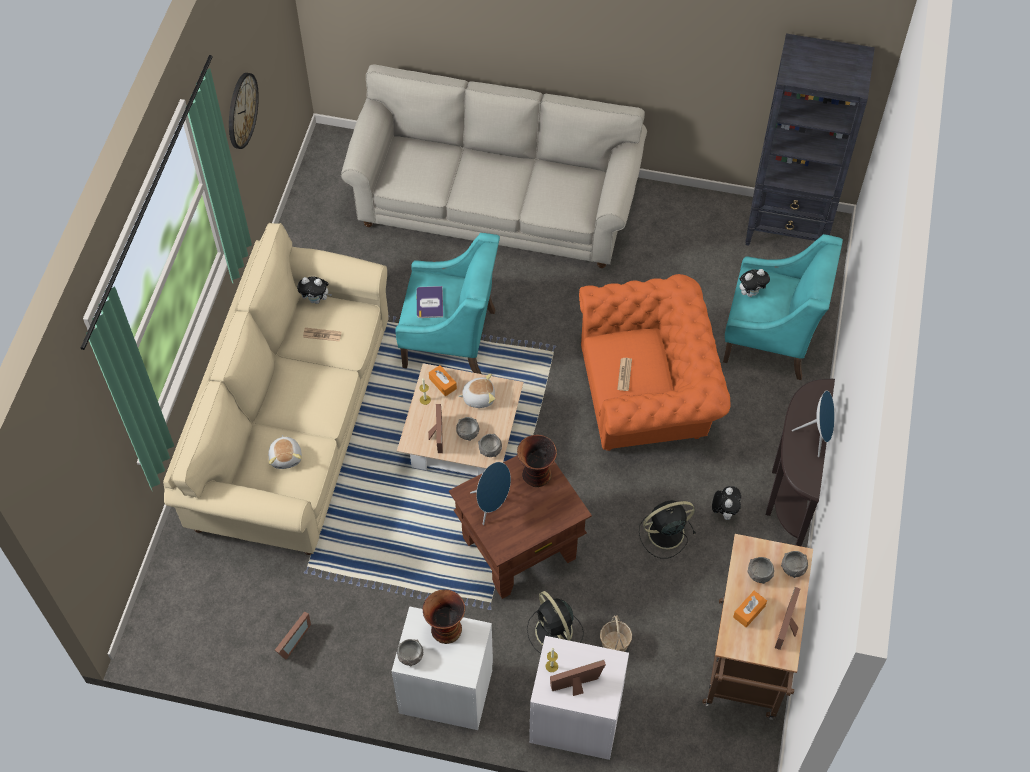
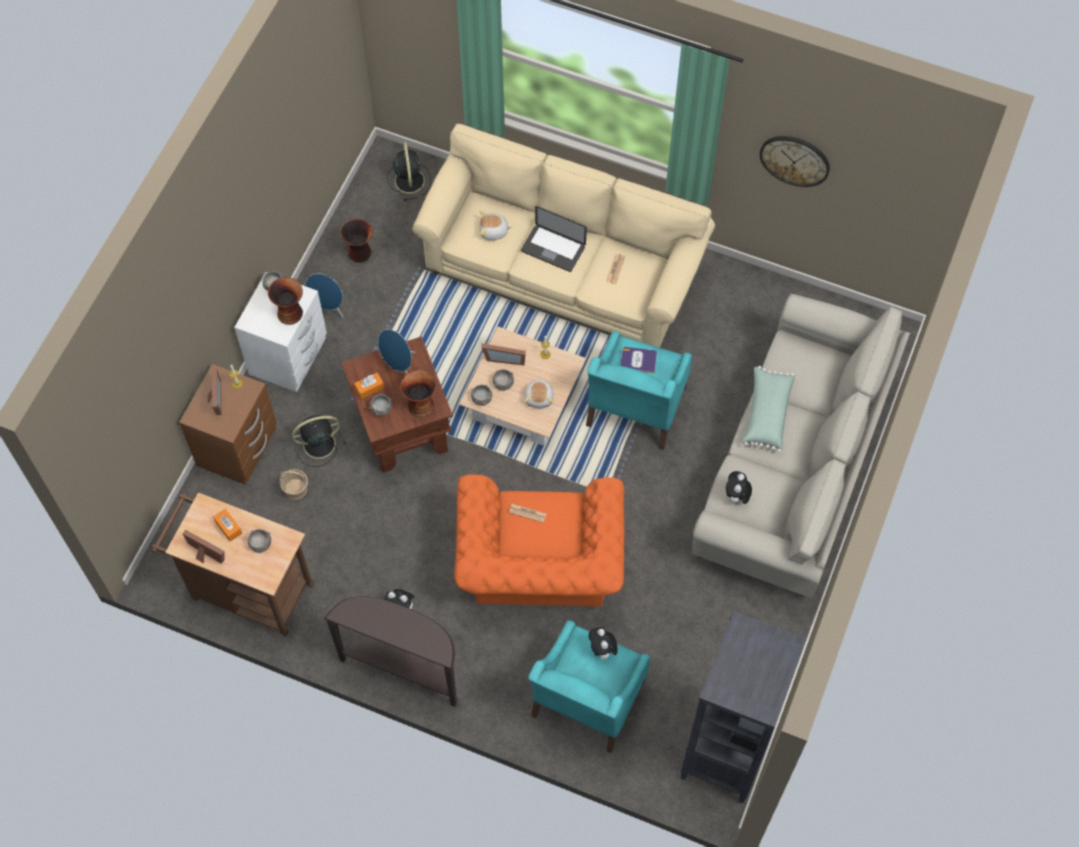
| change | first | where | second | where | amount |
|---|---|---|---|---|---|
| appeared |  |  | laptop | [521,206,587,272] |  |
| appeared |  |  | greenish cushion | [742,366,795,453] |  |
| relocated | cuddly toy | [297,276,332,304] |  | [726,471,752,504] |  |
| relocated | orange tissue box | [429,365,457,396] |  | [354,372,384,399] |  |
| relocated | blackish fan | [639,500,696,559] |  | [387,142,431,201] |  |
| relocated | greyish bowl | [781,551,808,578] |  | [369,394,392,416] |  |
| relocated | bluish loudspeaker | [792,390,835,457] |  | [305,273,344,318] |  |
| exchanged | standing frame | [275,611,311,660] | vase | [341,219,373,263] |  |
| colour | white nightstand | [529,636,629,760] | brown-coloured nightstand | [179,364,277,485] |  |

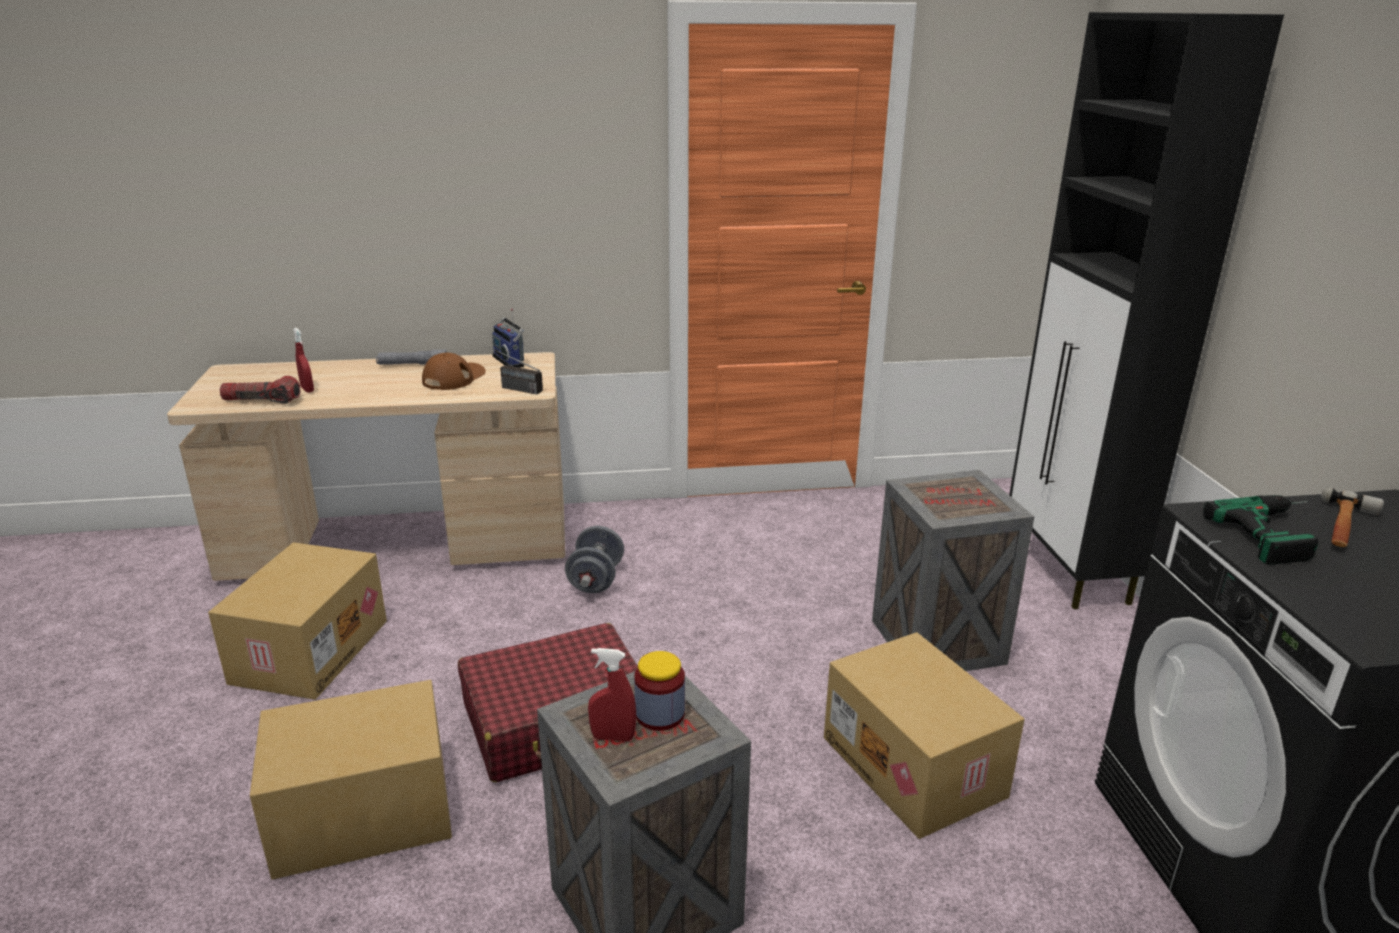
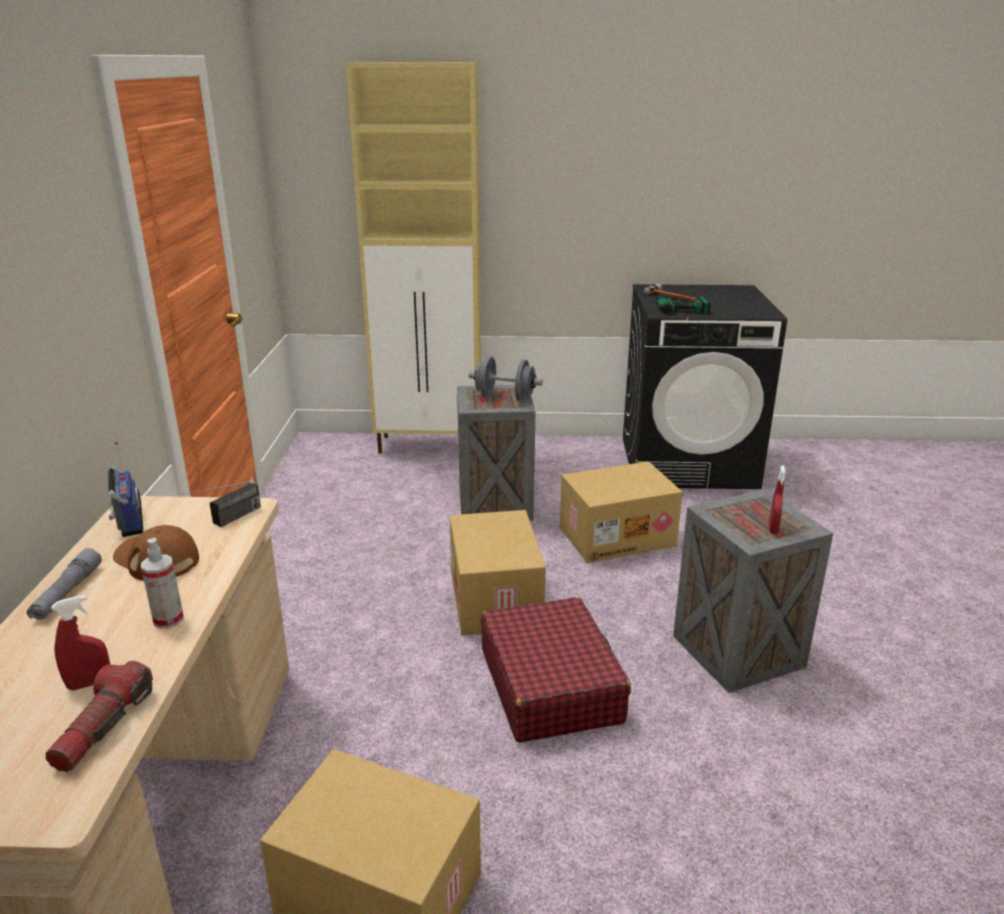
| change | first | where | second | where | amount |
|---|---|---|---|---|---|
| missing | jar | [634,651,685,731] |  |  |  |
| appeared |  |  | sprayer | [141,538,184,629] |  |
| relocated | carton | [250,680,452,880] |  | [450,510,546,636] |  |
| relocated | greyish hand weight | [565,526,624,593] |  | [469,356,543,401] |  |
| colour | blackish cabinet | [1009,12,1284,609] | beige-coloured cabinet | [346,62,481,454] |  |
| spun | radio set | [492,308,524,368] |  | [108,442,143,537] | 90 degrees counterclockwise |

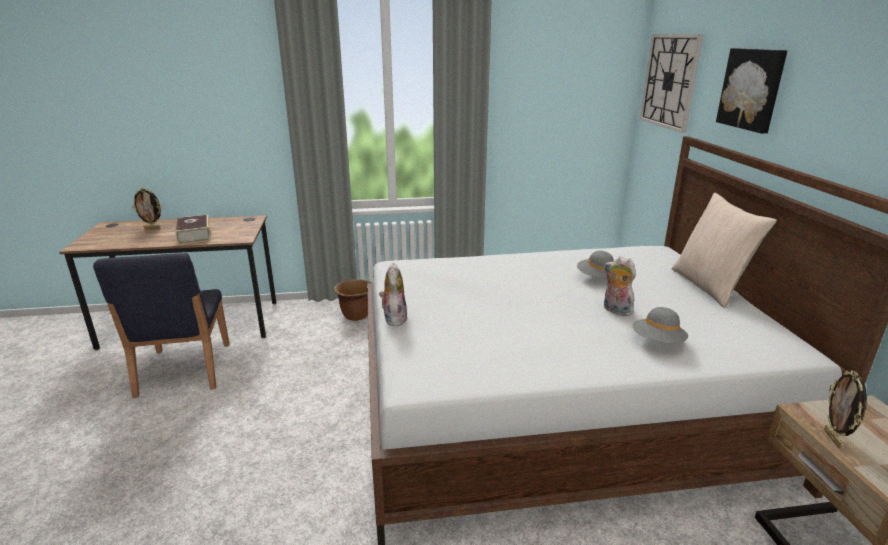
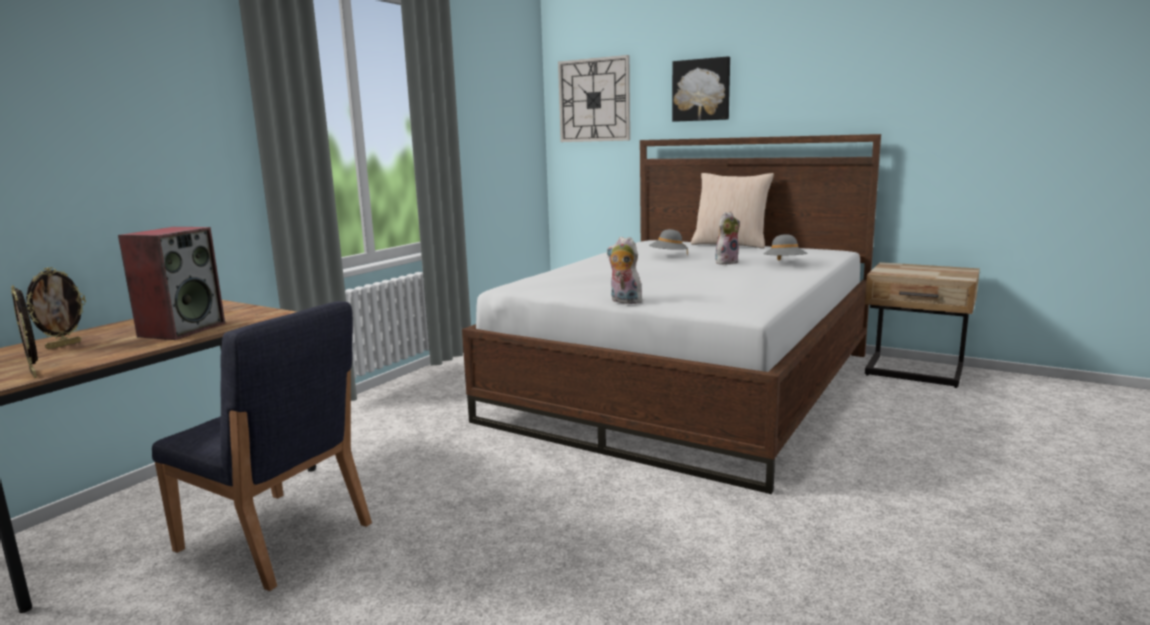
| change | first | where | second | where | amount |
|---|---|---|---|---|---|
| missing | brown-coloured flower pot | [334,279,371,321] |  |  |  |
| relocated | standing frame | [824,370,867,449] |  | [11,285,38,378] |  |
| exchanged | bound book | [175,214,211,245] | loudspeaker | [118,227,225,340] |  |
| spun | cuddly toy | [604,256,636,316] |  | [715,212,740,264] | 150 degrees clockwise |

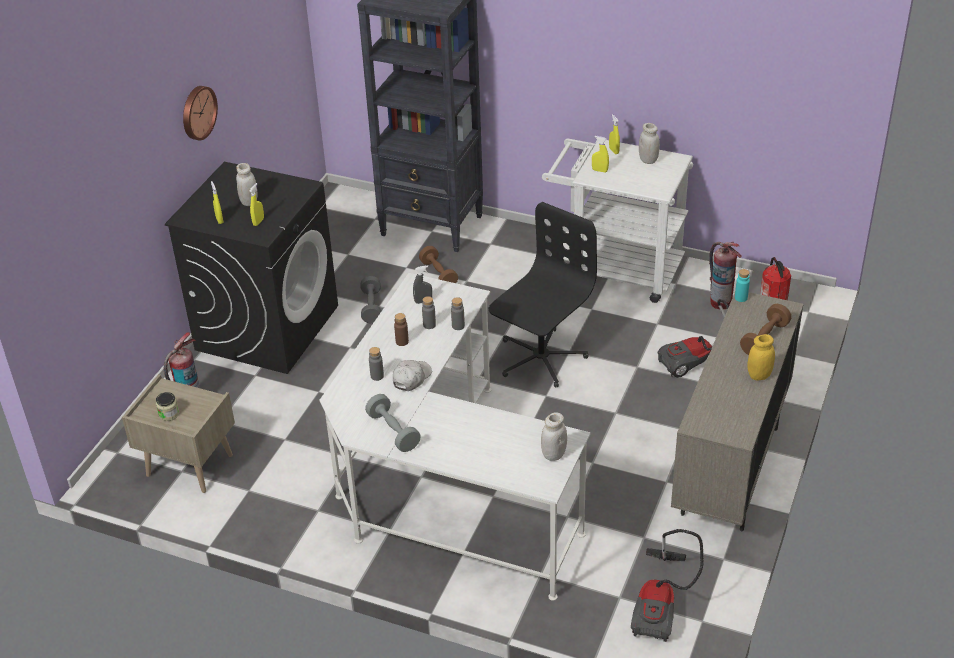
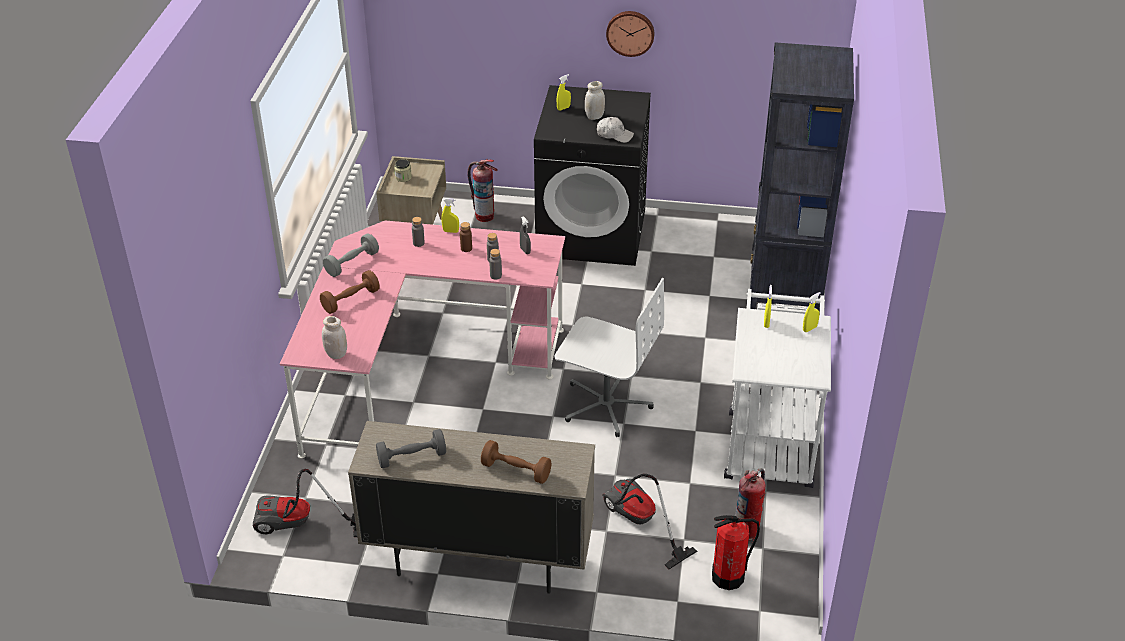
| change | first | where | second | where | amount |
|---|---|---|---|---|---|
| missing | white jar | [639,123,660,164] |  |  |  |
| missing | blue-green bottle | [735,269,750,302] |  |  |  |
| missing | yellowish jar | [747,334,775,380] |  |  |  |
| relocated | yellowish sprayer | [249,183,264,226] |  | [442,198,459,233] |  |
| relocated | greyish hand weight | [361,276,381,324] |  | [376,429,446,468] |  |
| relocated | white peaked cap | [393,360,432,391] |  | [597,117,634,143] |  |
| relocated | brown-coloured hand weight | [419,246,458,283] |  | [320,270,380,314] |  |
| colour | white desk table | [320,273,590,601] | pink desk table | [280,221,565,459] |  |
| colour | blackish desk chair | [489,202,597,388] | white desk chair | [554,278,664,437] |  |

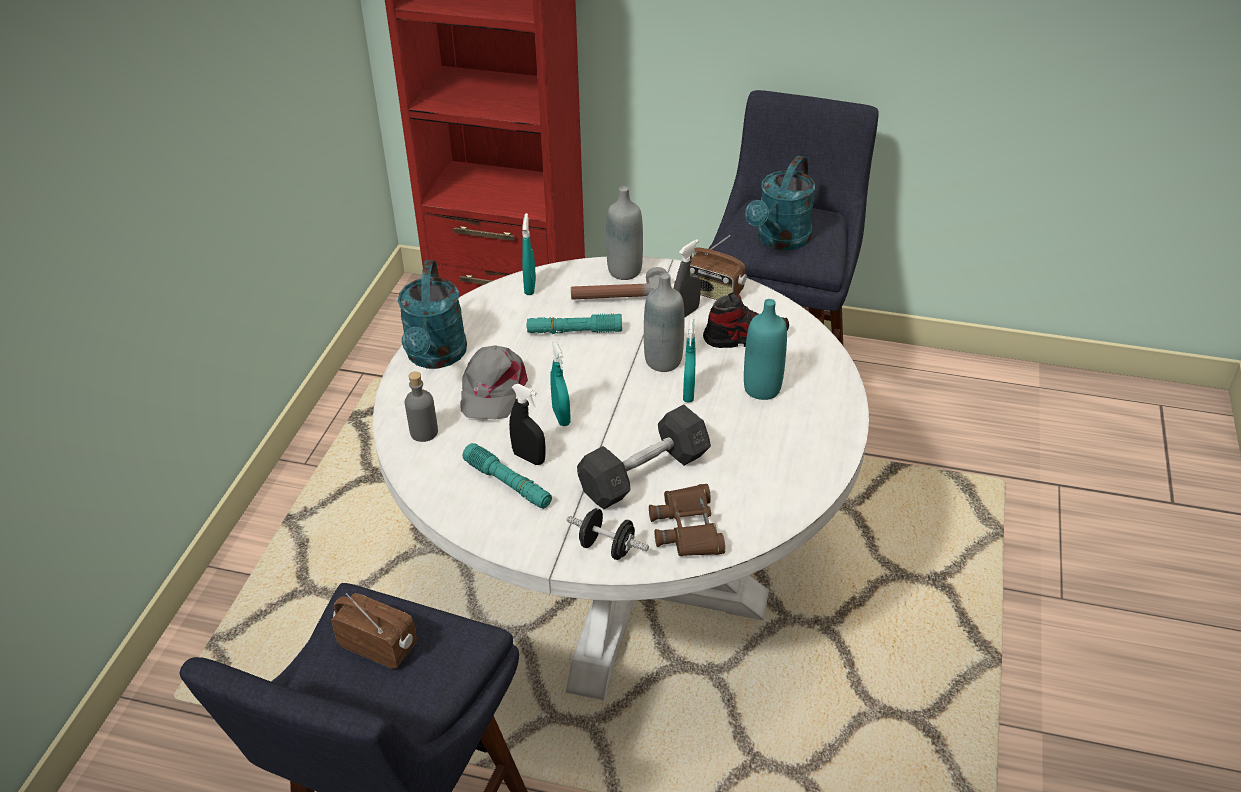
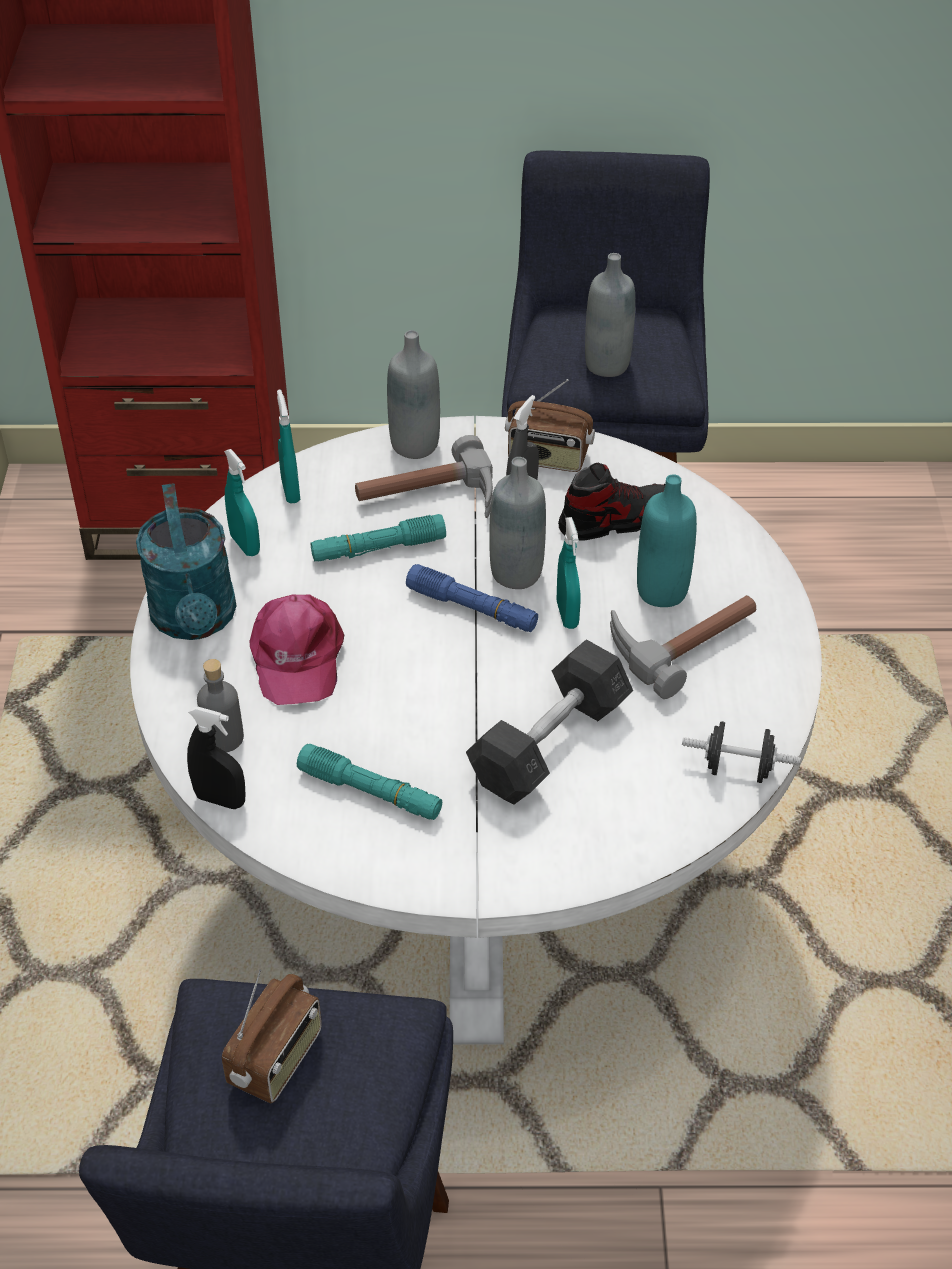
| change | first | where | second | where | amount |
|---|---|---|---|---|---|
| missing | brown-coloured field glasses | [649,484,725,556] |  |  |  |
| appeared |  |  | bluish torch | [406,564,538,632] |  |
| appeared |  |  | tool hammer | [610,595,756,699] |  |
| relocated | blackish sprayer | [509,384,546,465] |  | [187,706,245,809] |  |
| relocated | blue-green sprayer | [550,342,571,426] |  | [224,449,260,556] |  |
| relocated | blackish hand weight | [566,508,649,560] |  | [682,721,801,783] |  |
| exchanged | blue-green sprinkling can | [745,156,815,250] | greyish bottle | [585,253,635,377] |  |
| colour | greyish peaked cap | [461,345,528,420] | pink peaked cap | [249,594,344,705] |  |
| spun | radio set | [332,593,417,669] |  | [222,970,322,1103] | 105 degrees clockwise |

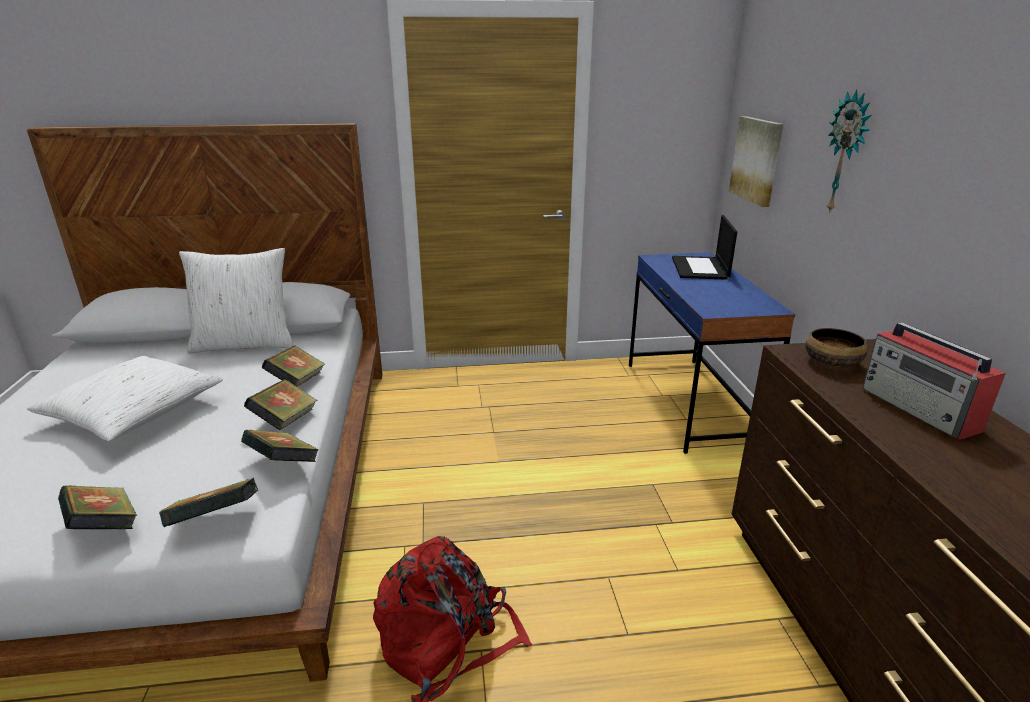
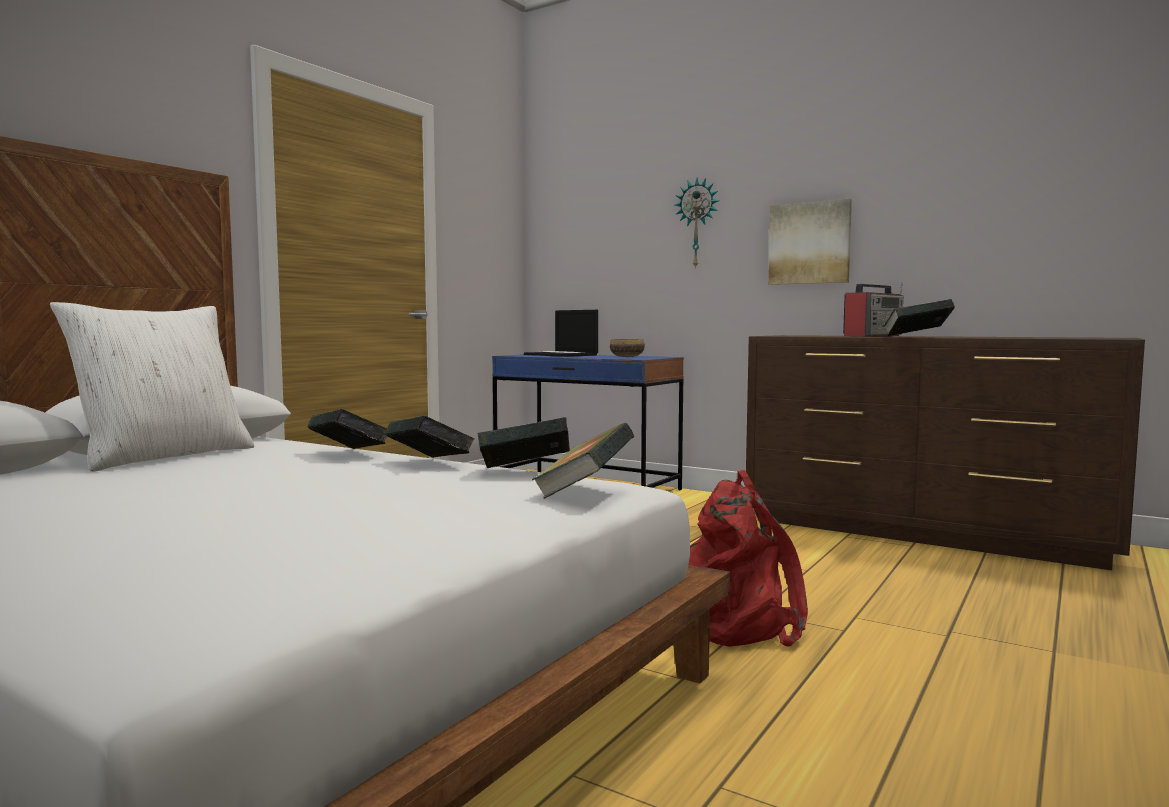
| change | first | where | second | where | amount |
|---|---|---|---|---|---|
| missing | white cushion | [27,356,223,441] |  |  |  |
| relocated | bound book | [58,485,137,529] |  | [883,299,955,337] |  |
| relocated | wall art | [729,116,784,207] |  | [768,199,852,285] |  |
| relocated | bowl | [806,328,868,368] |  | [610,339,645,357] |  |
| spun | radio set | [862,322,1006,440] |  | [843,282,903,337] | 60 degrees counterclockwise |

